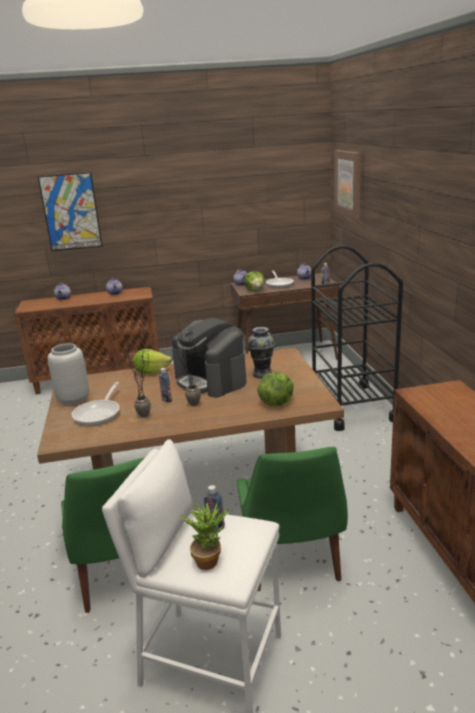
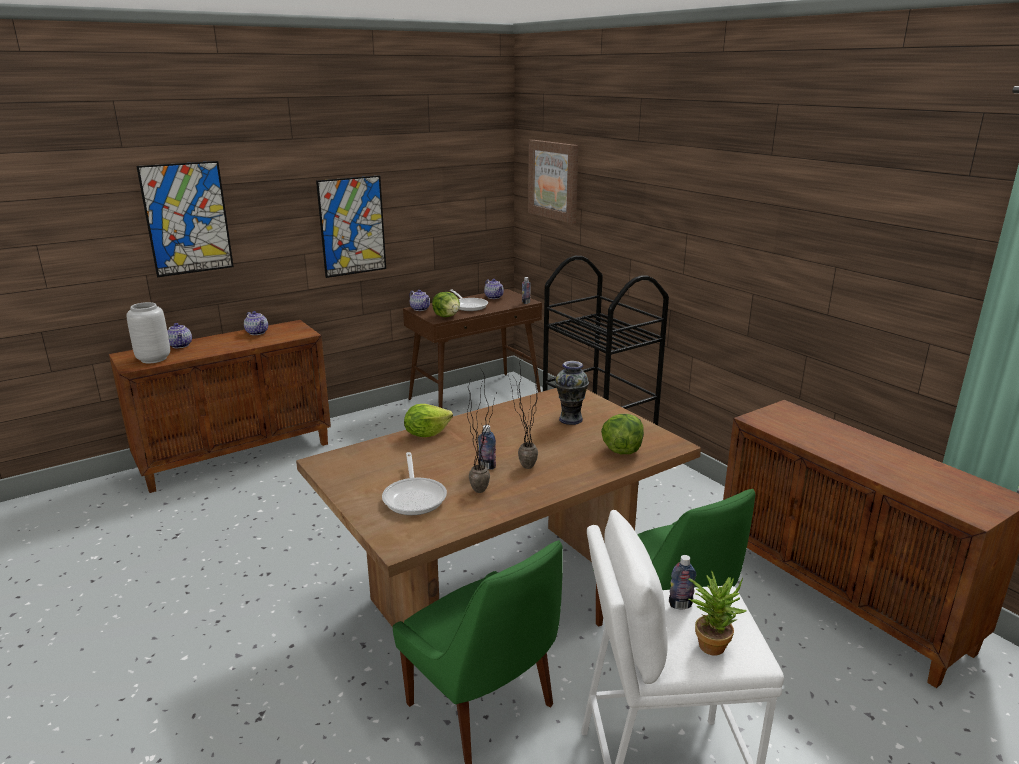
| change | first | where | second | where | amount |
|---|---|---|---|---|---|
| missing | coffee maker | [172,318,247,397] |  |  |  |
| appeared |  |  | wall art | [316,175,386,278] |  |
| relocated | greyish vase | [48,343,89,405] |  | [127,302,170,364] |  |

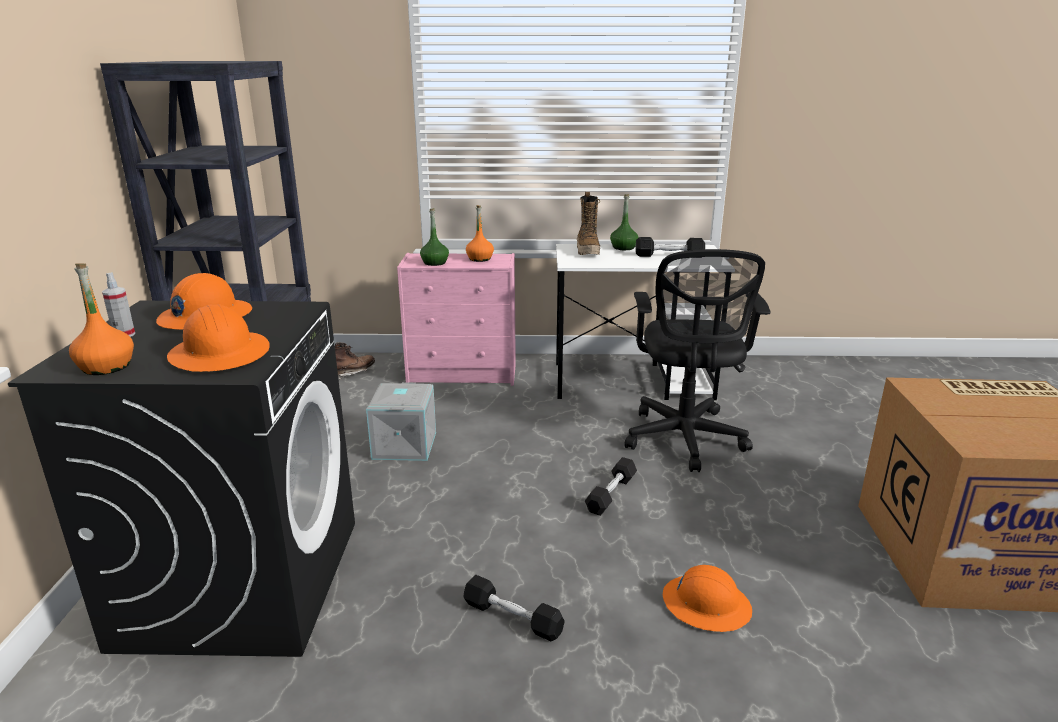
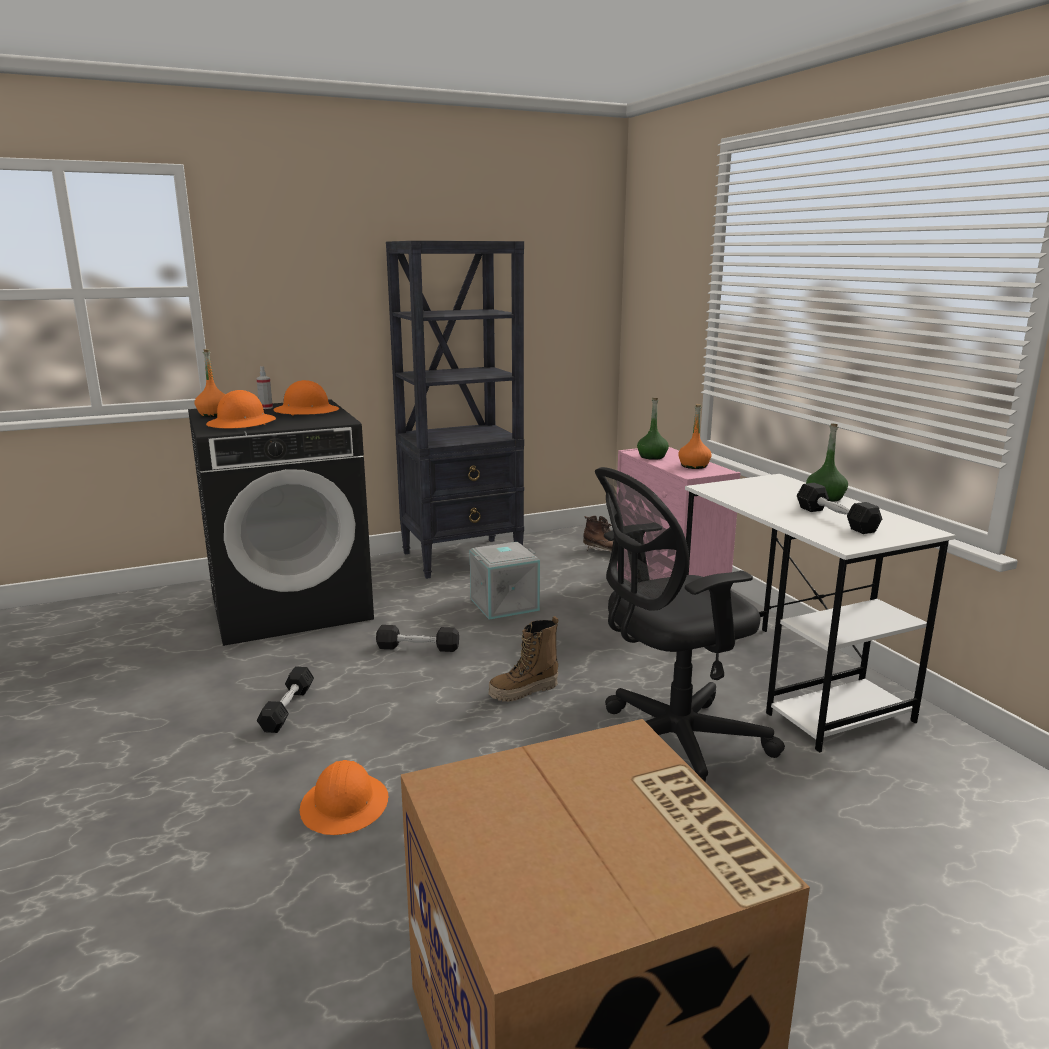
| change | first | where | second | where | amount |
|---|---|---|---|---|---|
| relocated | tall boot | [577,192,600,255] |  | [489,616,559,702] |  |
| relocated | blackish hand weight | [585,457,637,516] |  | [376,625,459,652] |  |

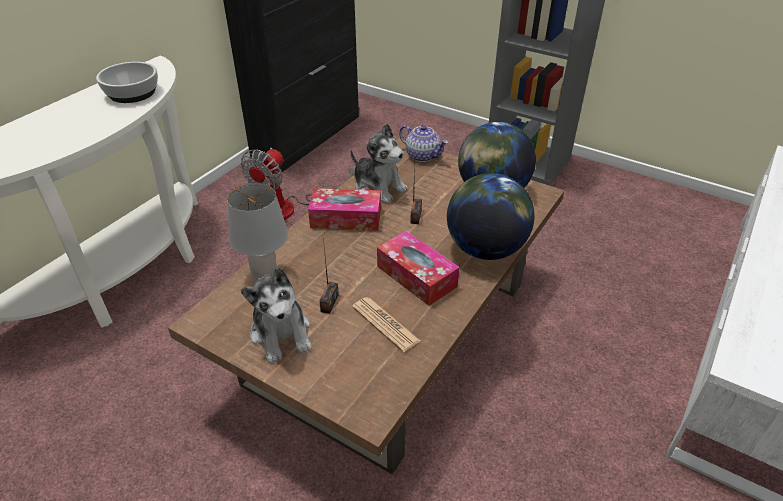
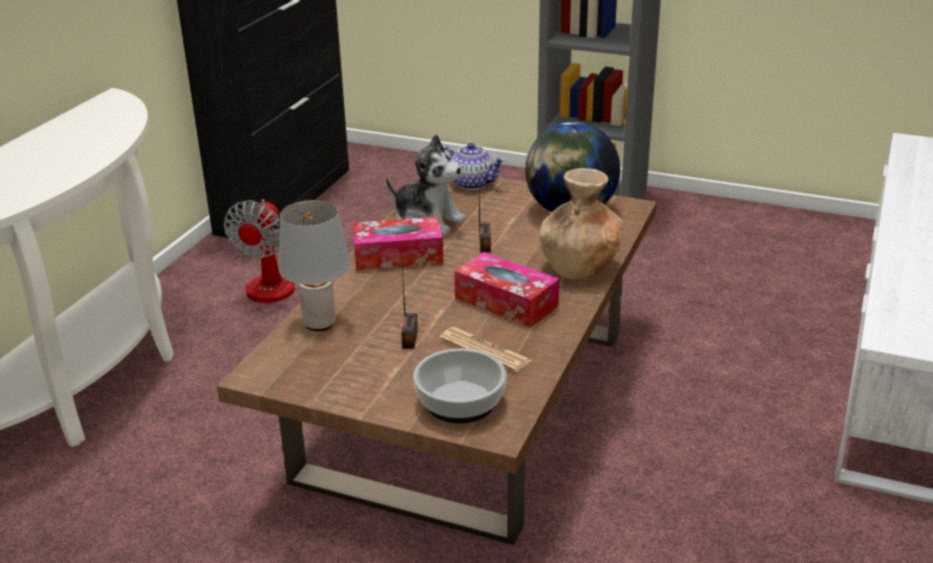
| change | first | where | second | where | amount |
|---|---|---|---|---|---|
| missing | cuddly toy | [241,267,312,363] |  |  |  |
| relocated | bowl | [96,62,158,103] |  | [413,349,507,423] |  |
| exchanged | globe | [447,173,534,260] | brown-coloured vase | [539,168,624,280] |  |

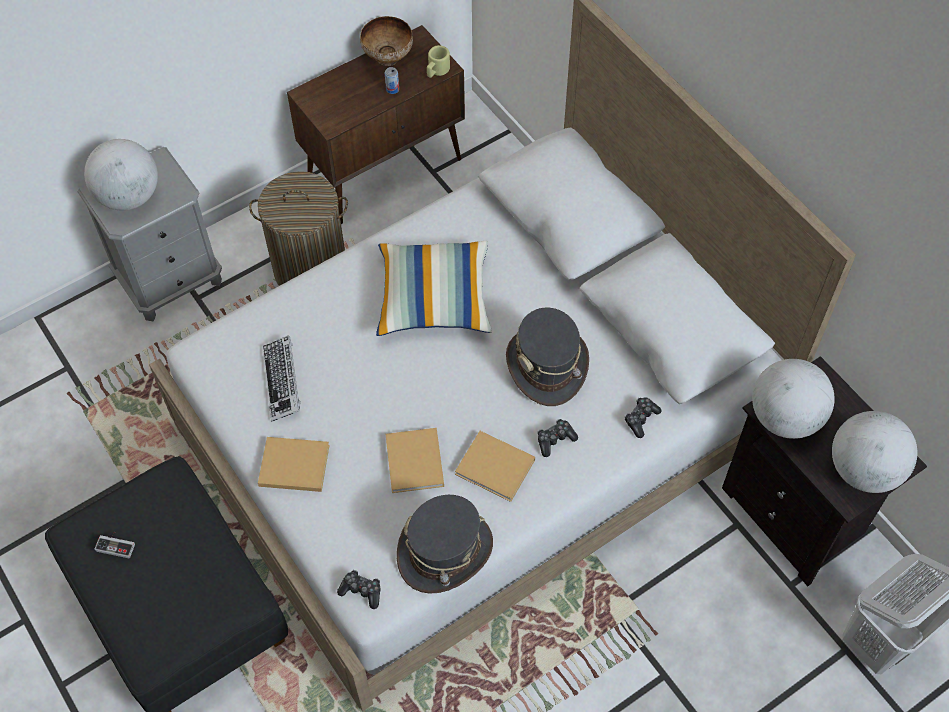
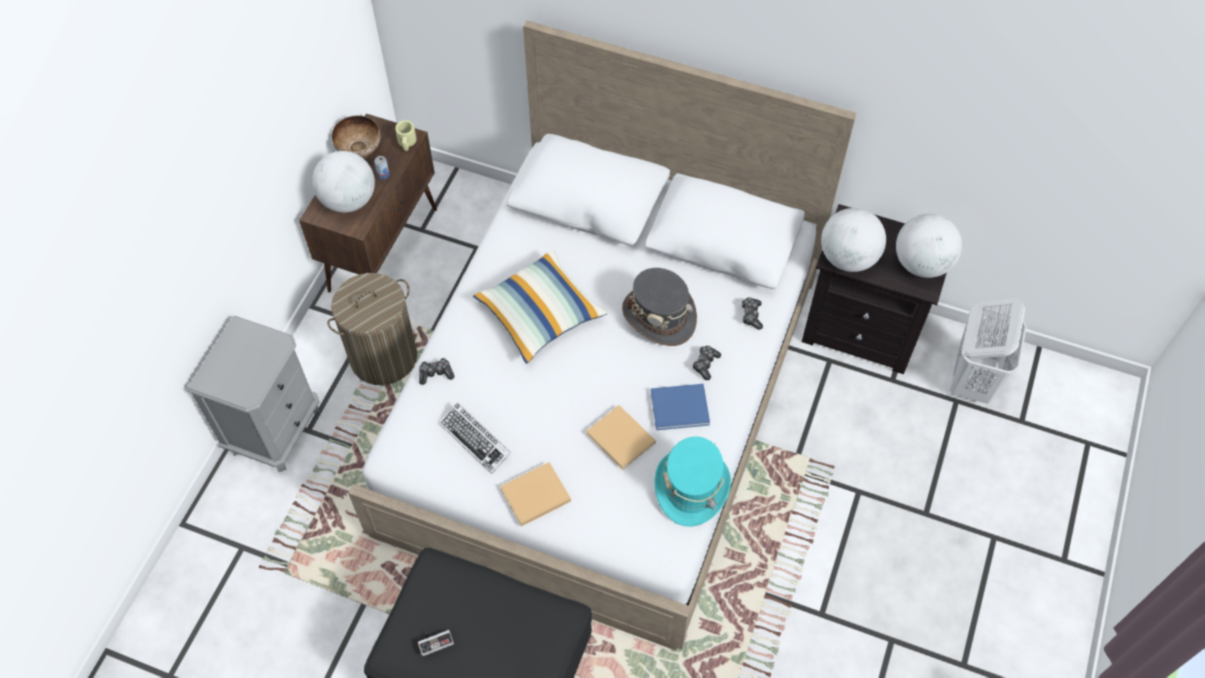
| change | first | where | second | where | amount |
|---|---|---|---|---|---|
| relocated | globe | [84,139,158,211] |  | [312,151,375,213] |  |
| relocated | gamepad | [337,570,381,609] |  | [419,358,454,385] |  |
| colour | greyish clothing hat | [397,495,493,593] | blue-green clothing hat | [655,437,731,527] |  |
| colour | beige-coloured bound book | [455,431,535,502] | bluish bound book | [651,384,710,430] |  |

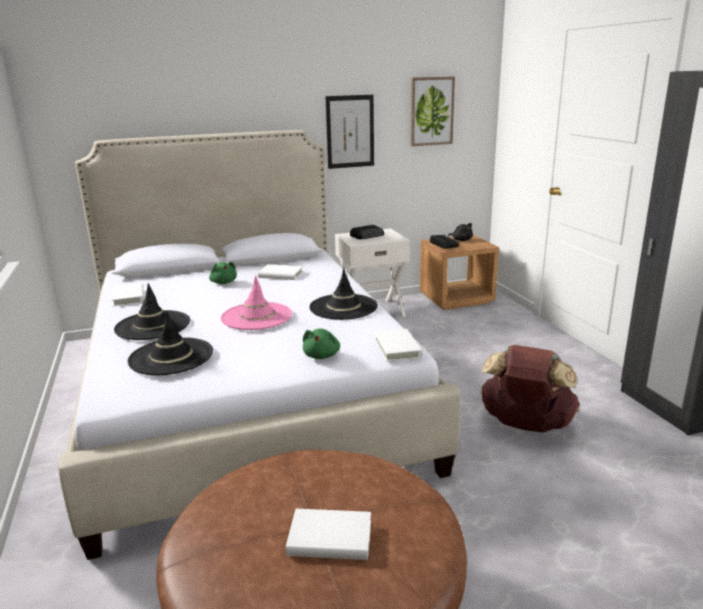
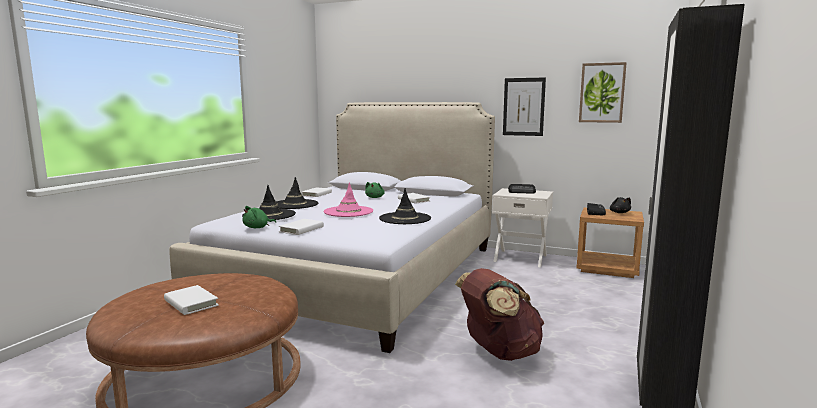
| change | first | where | second | where | amount |
|---|---|---|---|---|---|
| relocated | greenish cuddly toy | [303,329,340,359] |  | [243,206,276,228] |  |
| relocated | white bound book | [374,329,423,362] |  | [278,219,324,235] |  |

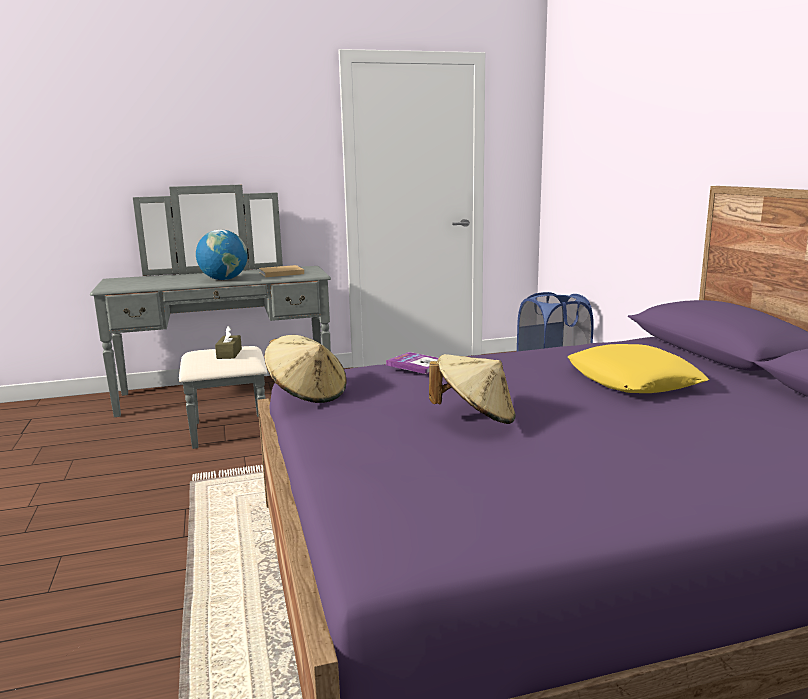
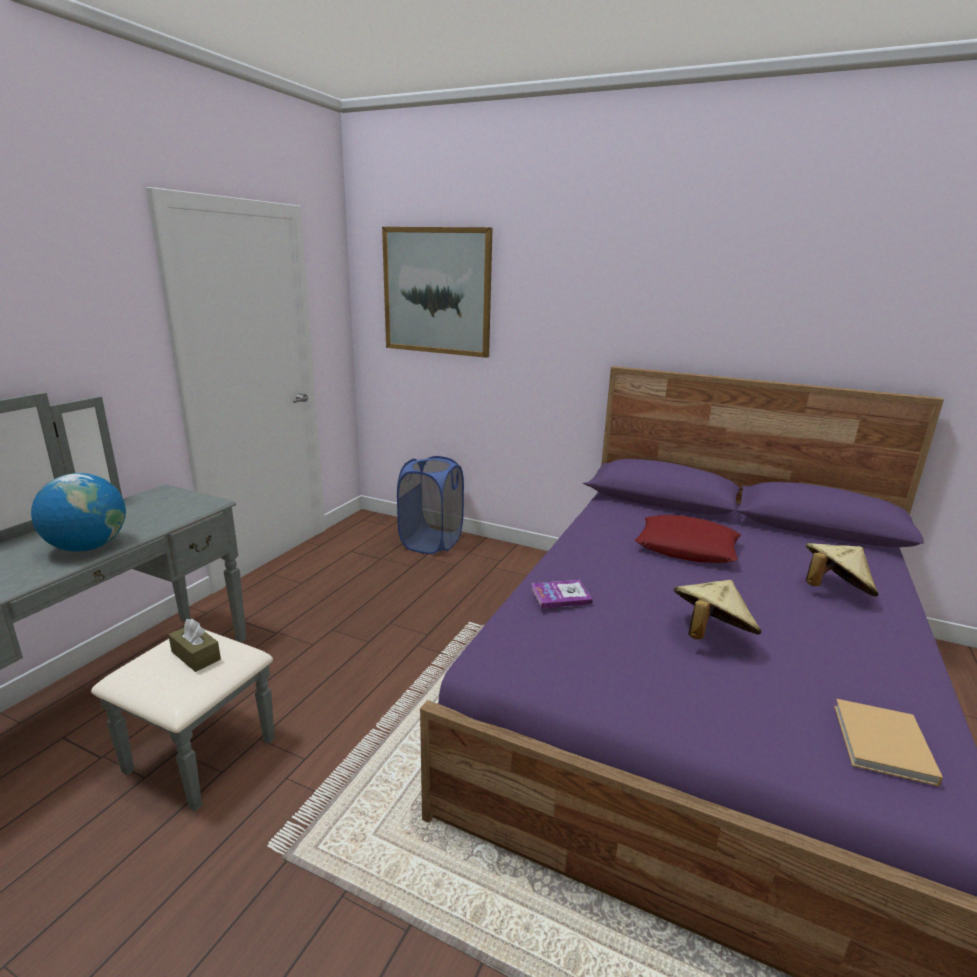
| change | first | where | second | where | amount |
|---|---|---|---|---|---|
| appeared |  |  | wall art | [382,227,492,358] |  |
| relocated | beige-coloured bound book | [259,265,304,277] |  | [834,699,943,787] |  |
| relocated | beige-coloured clothing hat | [264,335,347,403] |  | [806,543,879,596] |  |
| colour | yellowish cushion | [567,344,709,393] | red cushion | [635,515,741,563] |  |

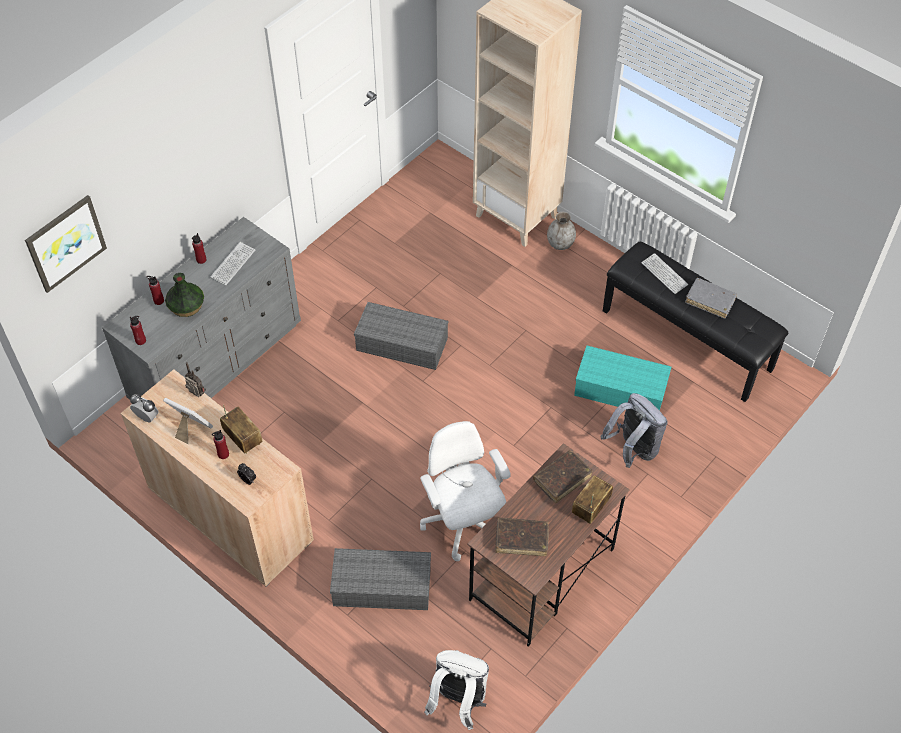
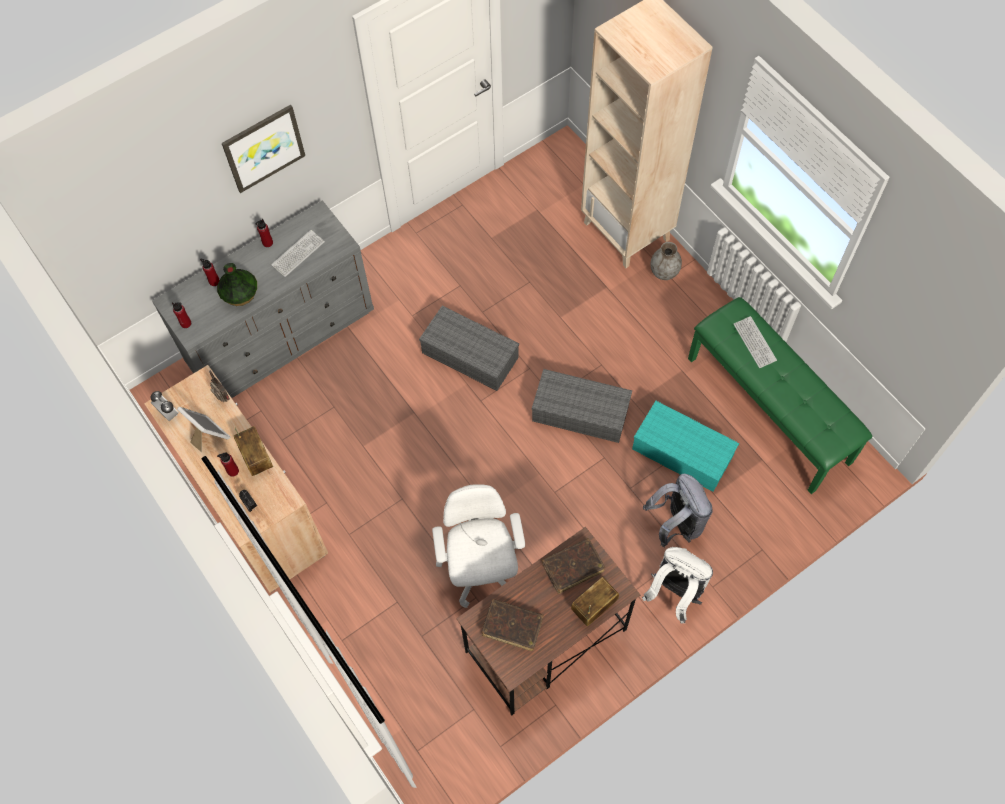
| change | first | where | second | where | amount |
|---|---|---|---|---|---|
| missing | greyish bound book | [685,277,737,319] |  |  |  |
| relocated | wall art | [25,195,107,293] |  | [222,105,305,193] |  |
| relocated | greyish storage box | [330,548,431,610] |  | [532,369,632,443] |  |
| relocated | white backpack | [424,650,489,730] |  | [642,547,713,623] |  |
| colour | blackish long seat | [603,242,788,402] | greenish long seat | [688,297,872,494] |  |

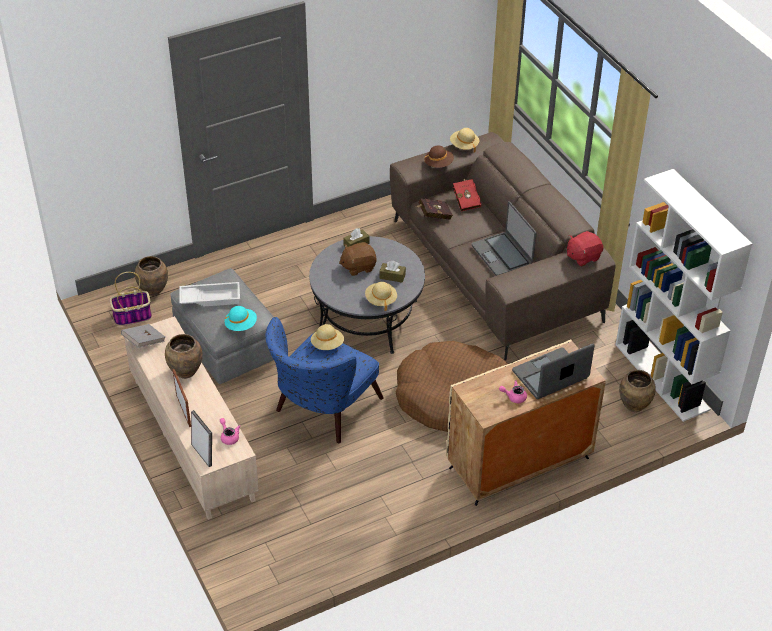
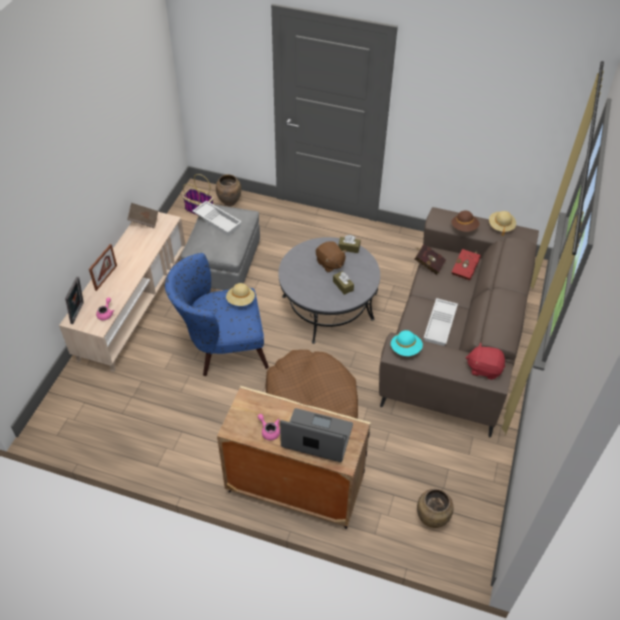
| change | first | where | second | where | amount |
|---|---|---|---|---|---|
| missing | brown-coloured vase | [165,334,203,379] |  |  |  |
| missing | beige-coloured clothing hat | [365,282,397,311] |  |  |  |
| missing | white shelving unit | [615,169,752,422] |  |  |  |
| relocated | blue-green clothing hat | [225,306,257,331] |  | [391,330,423,356] |  |
| exchanged | laptop | [471,201,536,276] | white serving tray | [424,298,458,346] |  |
| colour | greyish bound book | [121,324,165,348] | brown-coloured bound book | [127,203,158,228] |  |
| spun | brown-coloured cuddly toy | [339,242,377,276] |  | [316,241,346,272] | 150 degrees counterclockwise |

